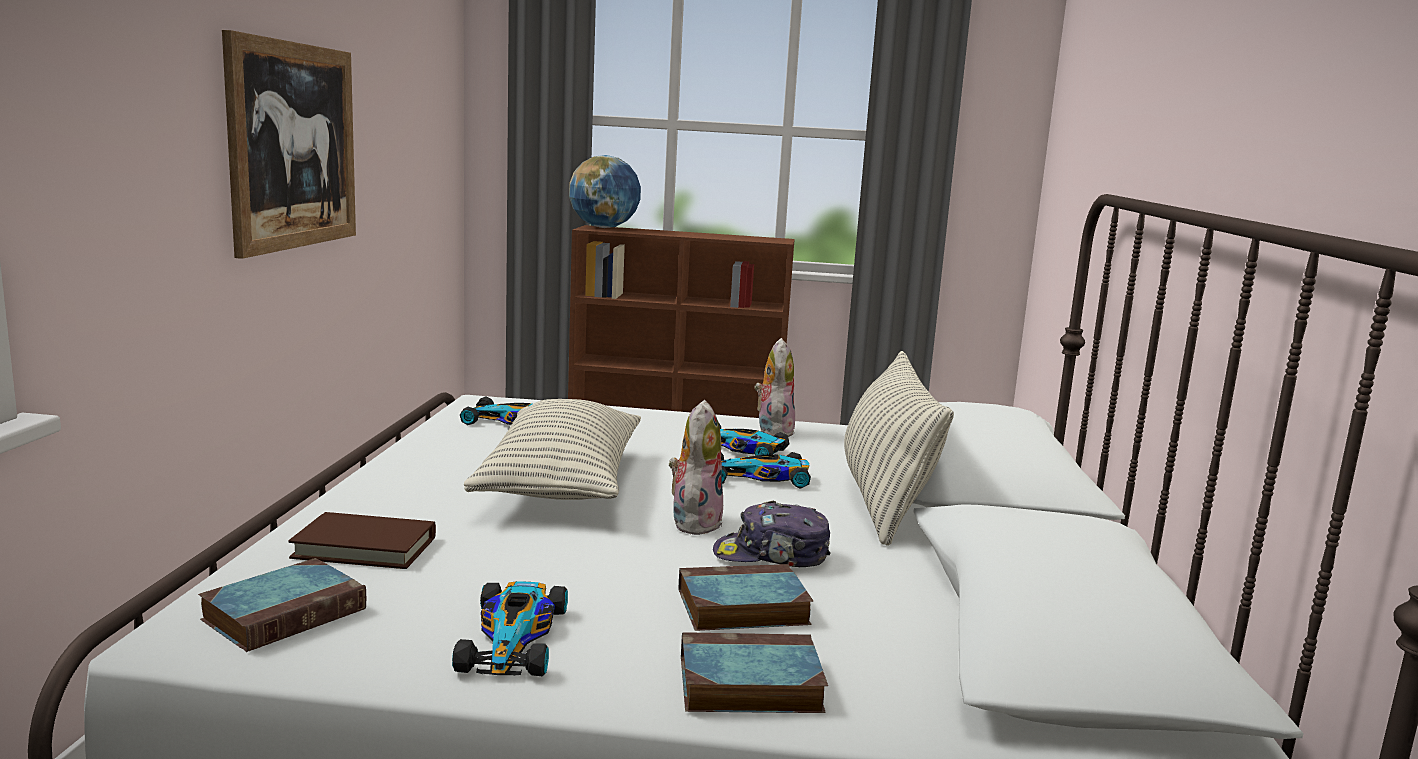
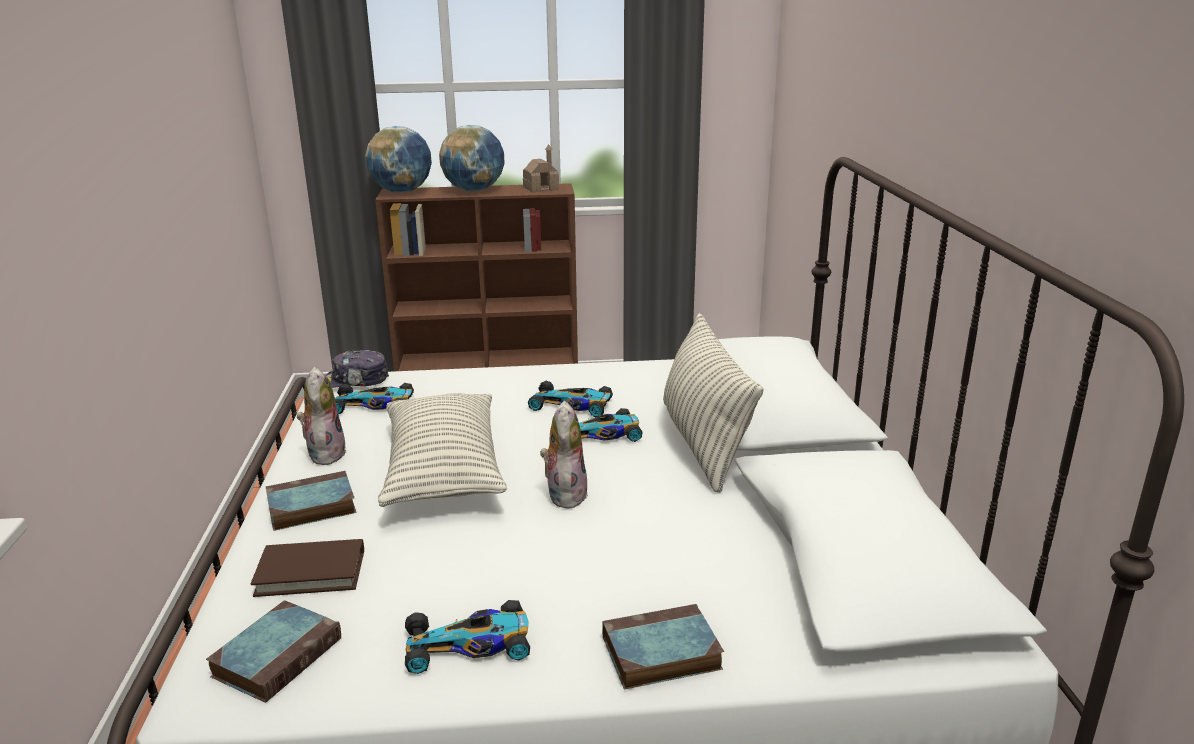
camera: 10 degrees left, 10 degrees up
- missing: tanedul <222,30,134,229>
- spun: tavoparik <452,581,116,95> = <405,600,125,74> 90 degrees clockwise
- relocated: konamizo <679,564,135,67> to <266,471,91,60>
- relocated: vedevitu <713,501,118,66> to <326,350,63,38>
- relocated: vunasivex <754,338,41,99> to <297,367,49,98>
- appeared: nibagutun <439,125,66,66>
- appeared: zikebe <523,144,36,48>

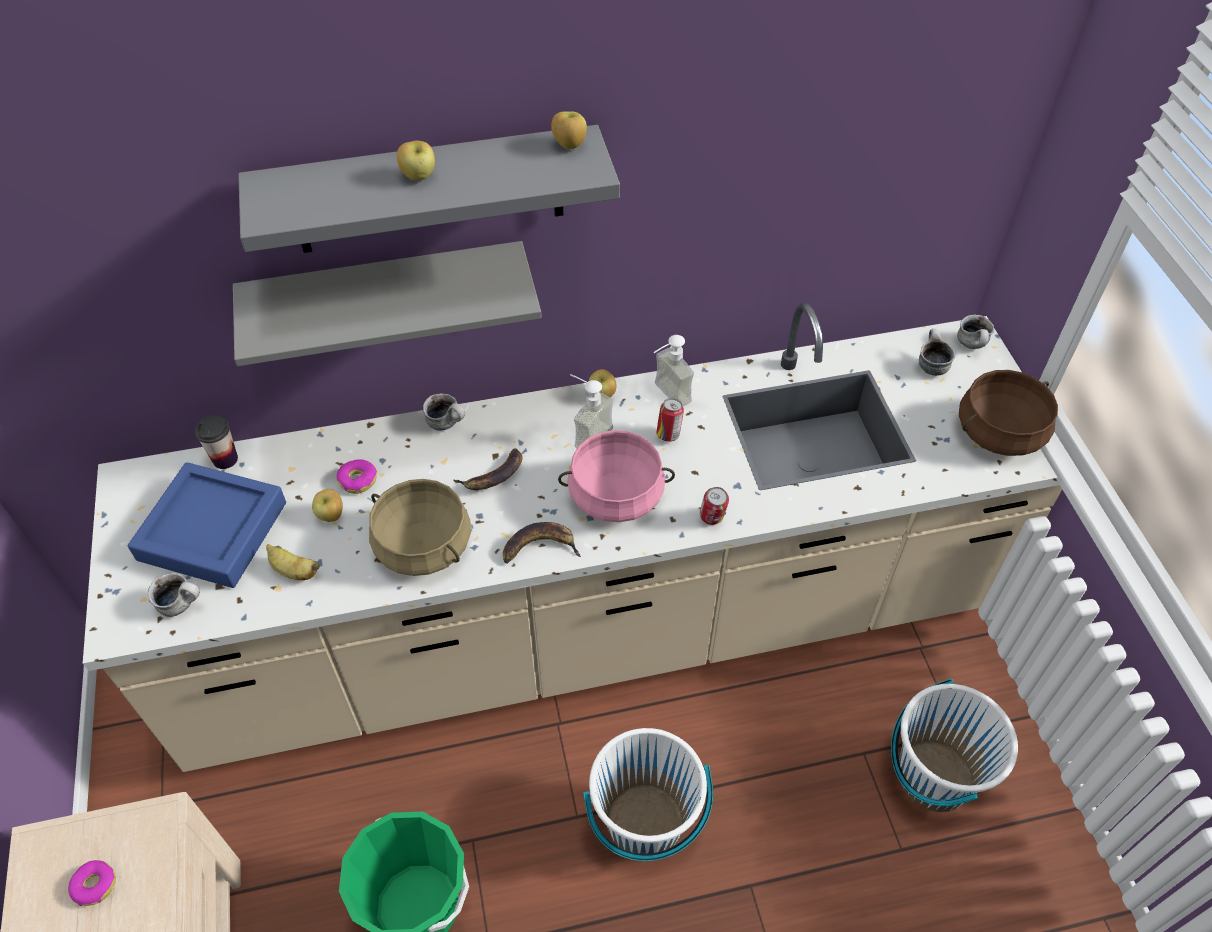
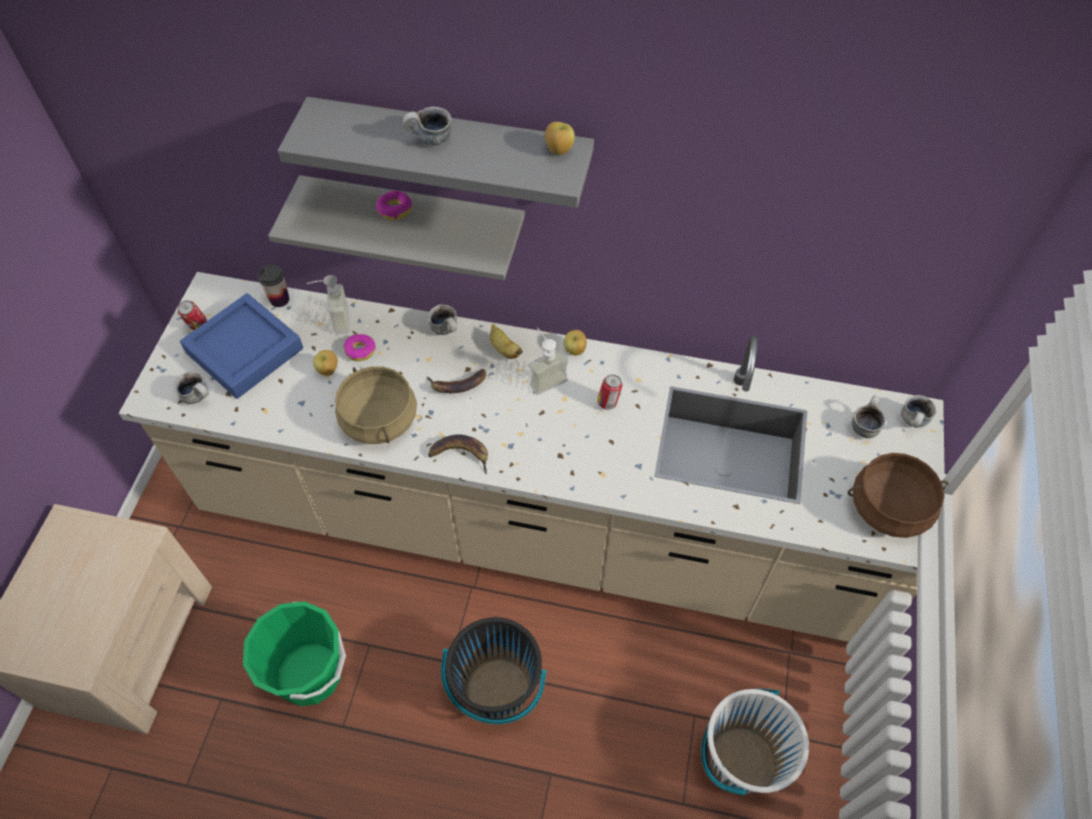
camera: 25 degrees right, 5 degrees up
- relocated: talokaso <68,860,48,46> to <376,191,36,29>
- relocated: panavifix <266,544,54,36> to <490,324,33,35>
- exchanged: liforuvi <397,140,38,41> to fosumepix <403,107,48,39>
- missing: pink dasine <558,430,117,92>
- colour: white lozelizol <583,728,130,133> to black lozelizol <441,617,106,107>
- relocated: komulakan <653,335,41,71> to <307,275,43,59>
- relocated: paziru <700,487,29,38> to <178,300,29,30>

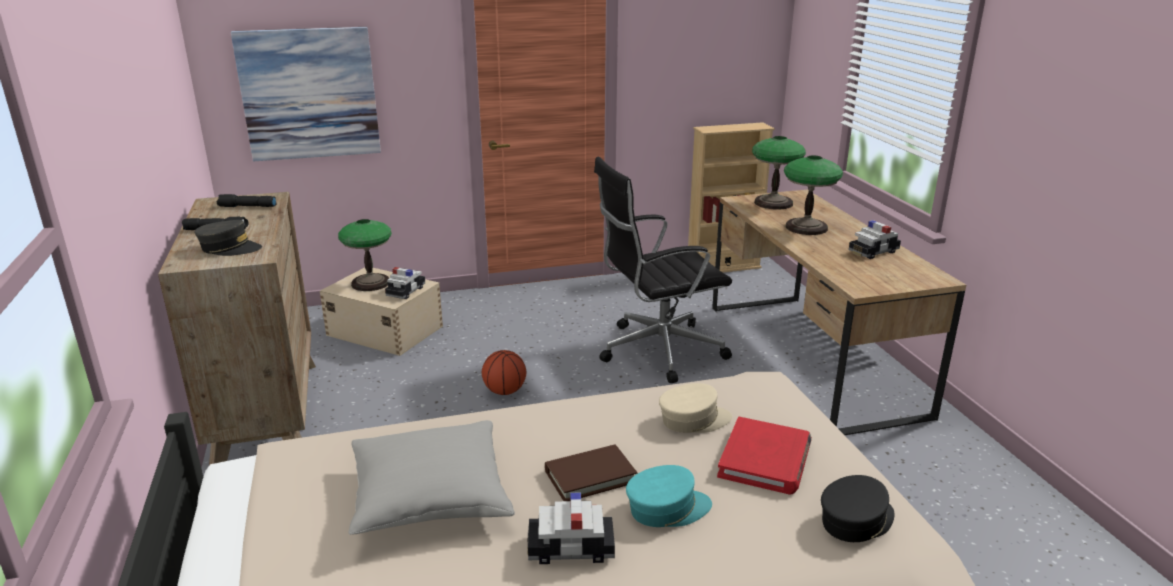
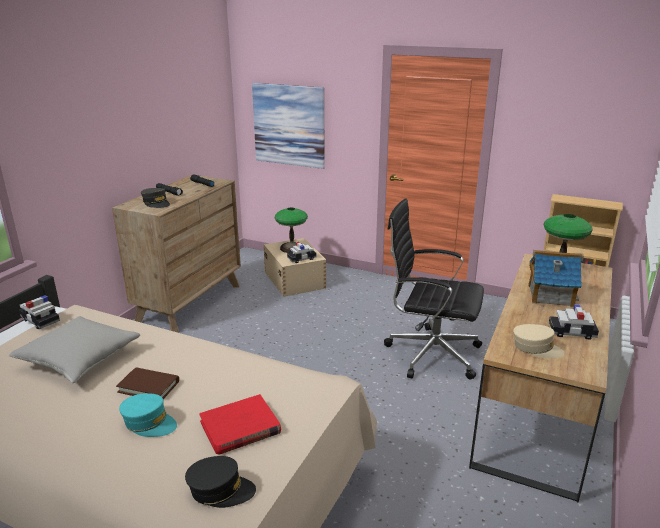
camera: 40 degrees right, 0 degrees up
- missing: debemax <482,350,44,45>
- relocated: tavoparik <527,492,88,72> to <19,295,41,35>
- relocated: beige vedevitu <659,383,73,50> to <513,324,51,34>
- exchanged: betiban <784,156,59,79> to zikebe <528,250,56,57>

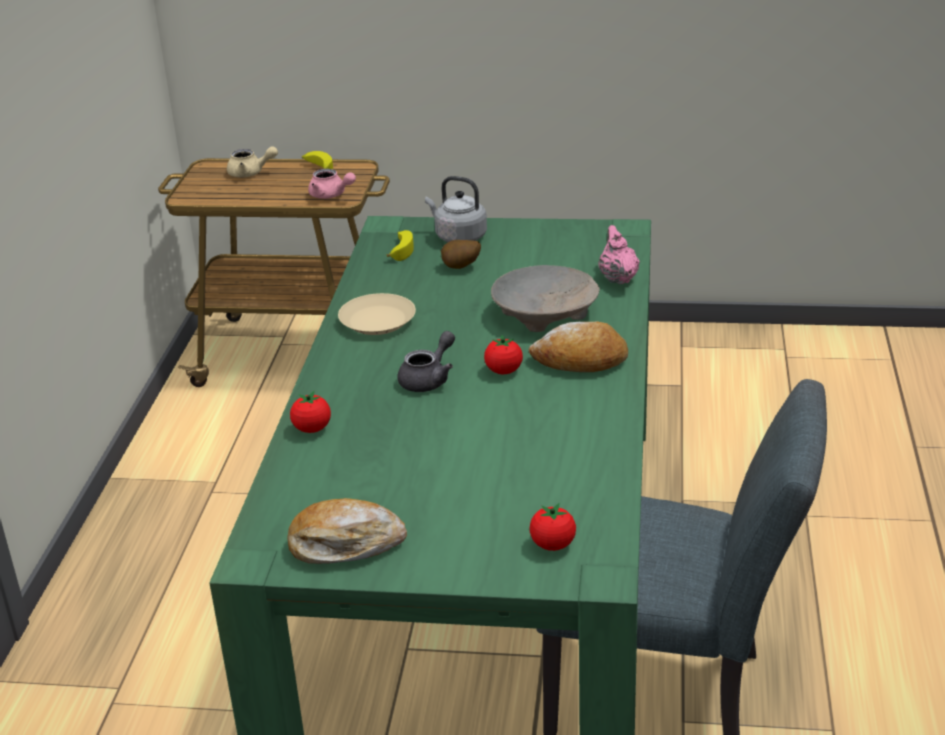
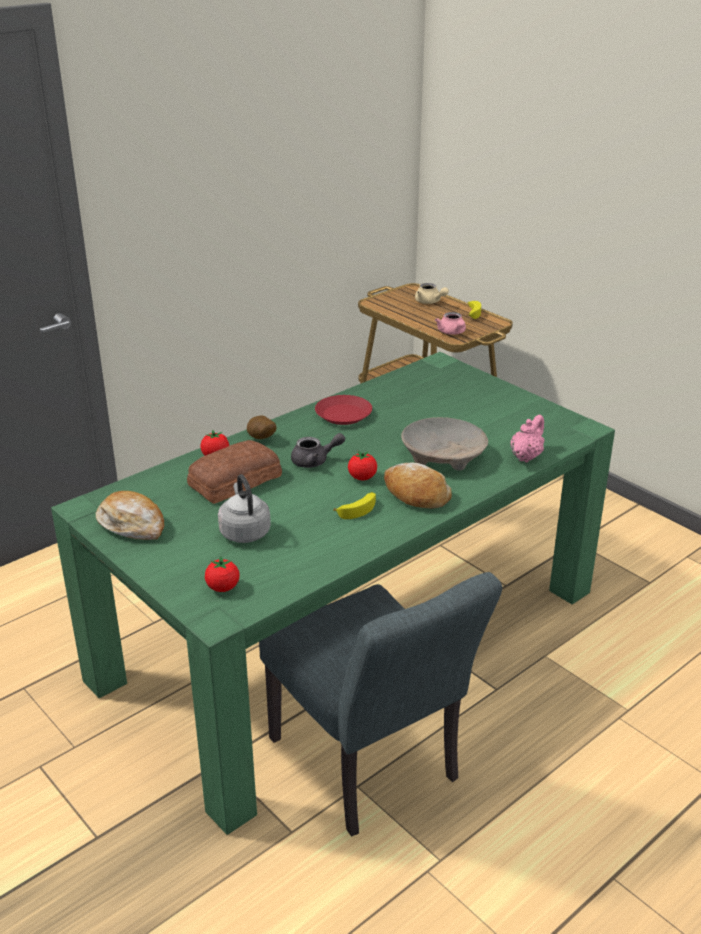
camera: 40 degrees right, 0 degrees up
- colour: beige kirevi <338,293,78,42> to red kirevi <315,395,57,30>
- relocated: panavifix <387,230,27,31> to <333,492,43,27>
- relocated: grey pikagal <425,176,62,66> to <218,474,53,69>
- relocated: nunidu <441,240,40,29> to <247,416,30,23>
- appeared: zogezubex <187,440,95,64>

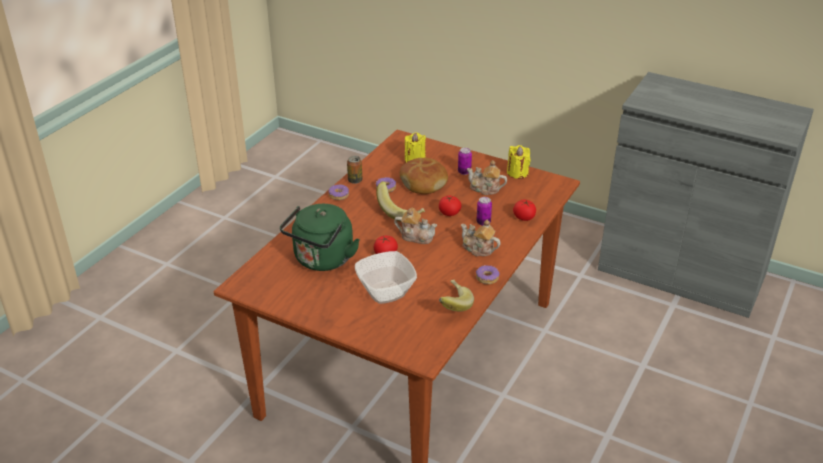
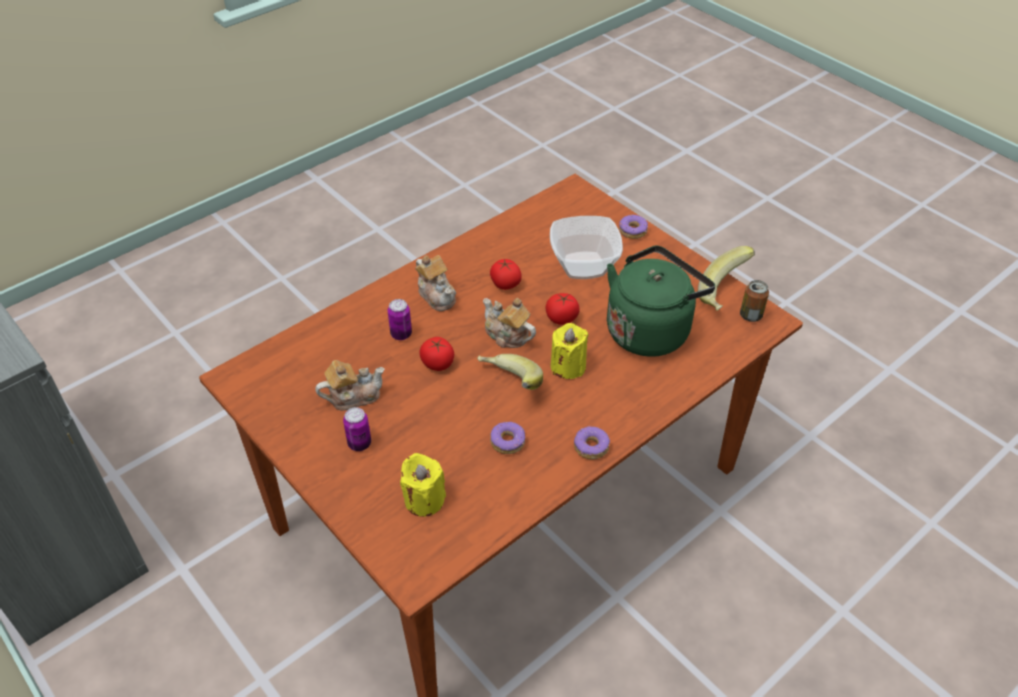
camera: 160 degrees left, 10 degrees up
- relocated: paziru <347,156,16,28> to <740,280,29,42>
- missing: zogezubex <400,158,48,36>
- relocated: panavifix <439,280,35,31> to <698,246,57,65>
- spun: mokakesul <467,160,40,35> = <315,360,70,50> 60 degrees counterclockwise
- relocated: talokaso <476,265,23,19> to <619,215,29,24>
- relocated: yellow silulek <507,145,24,34> to <551,323,38,56>
- relocated: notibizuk <513,199,23,22> to <490,259,32,31>

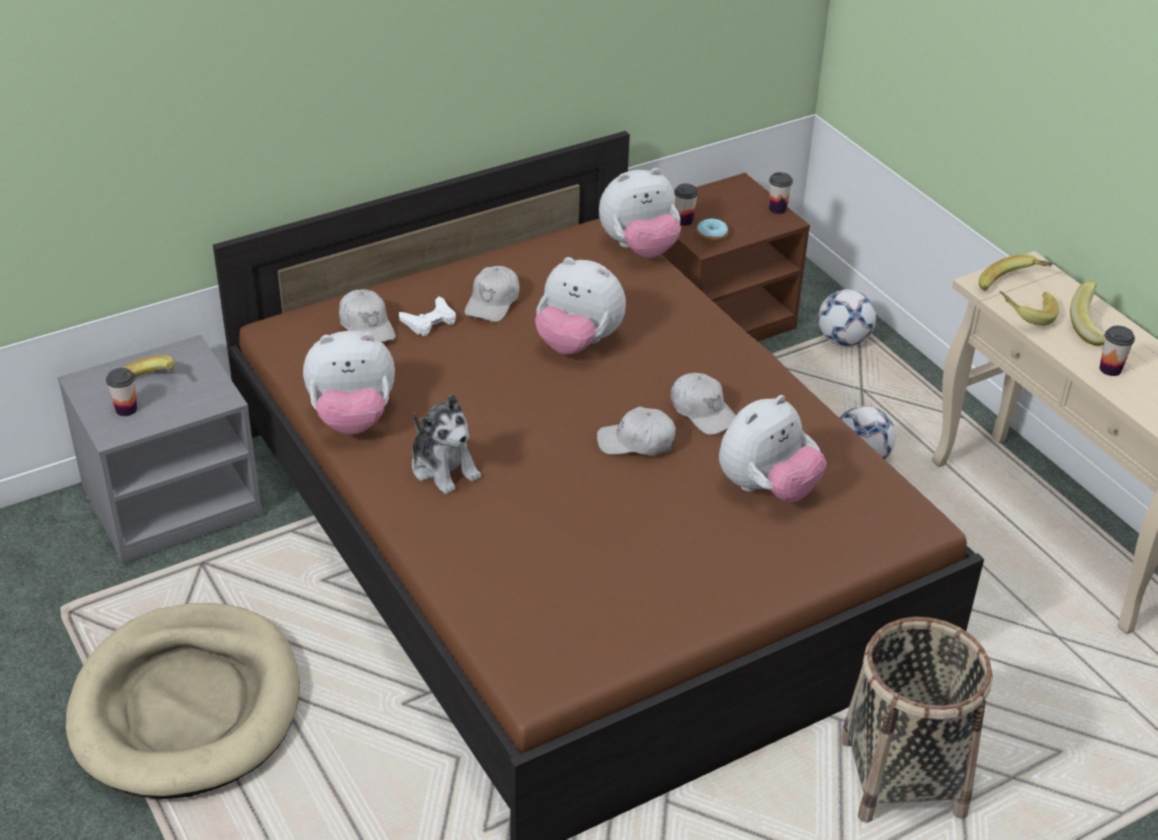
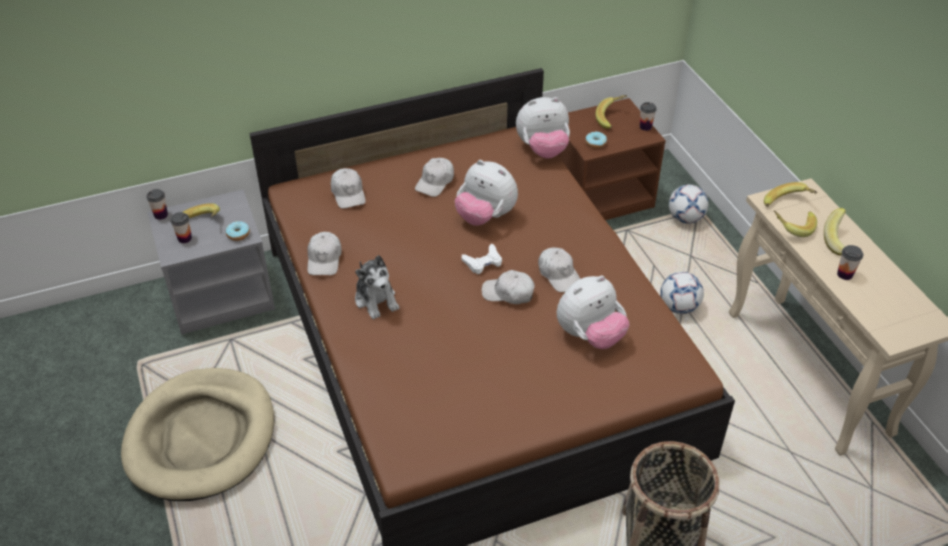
camera: 10 degrees right, 5 degrees up
- exchanged: vunasivex <303,331,92,104> to white vedevitu <307,232,35,43>
- relocated: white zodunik <399,296,57,40> to <462,243,40,31>
- relocated: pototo <674,184,24,42> to <146,189,22,31>
- appeared: talokaso <226,221,24,20>
- appeared: panavifix <596,95,31,34>

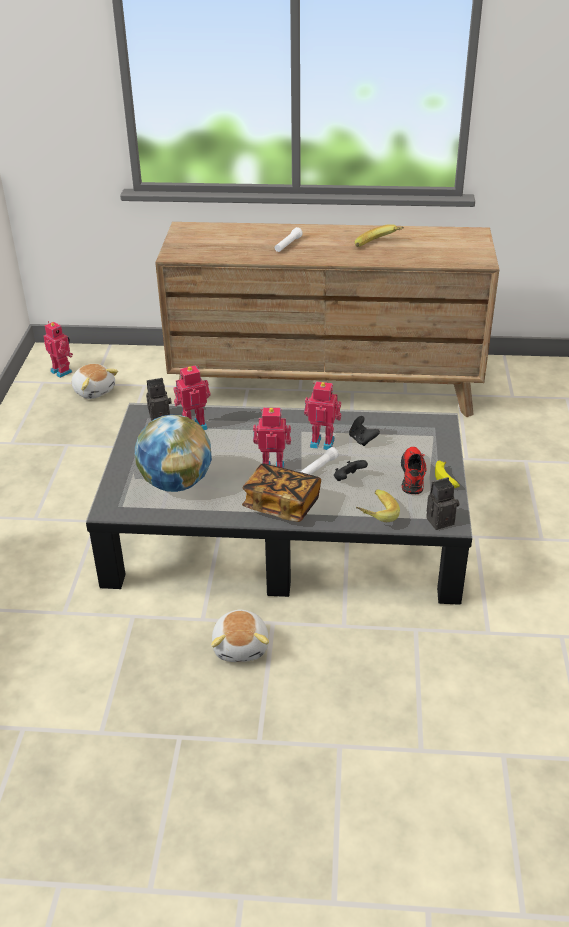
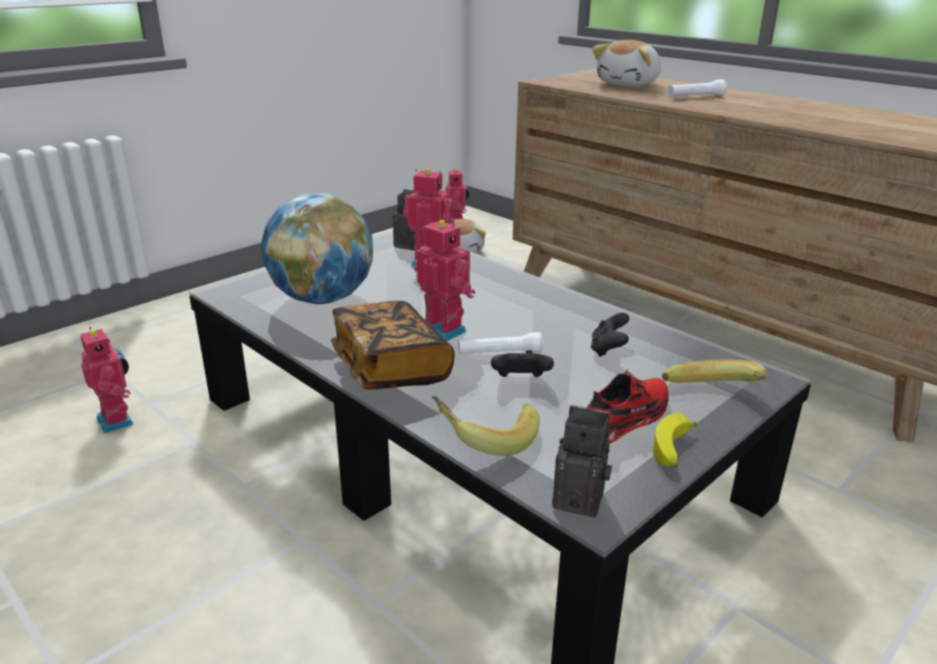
camera: 40 degrees right, 10 degrees down
- relocated: vunasivex <211,609,58,53> to <592,40,69,47>
- relocated: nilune <304,381,37,69> to <80,327,53,107>
- relocated: panavifix <355,224,49,23> to <662,359,105,24>

